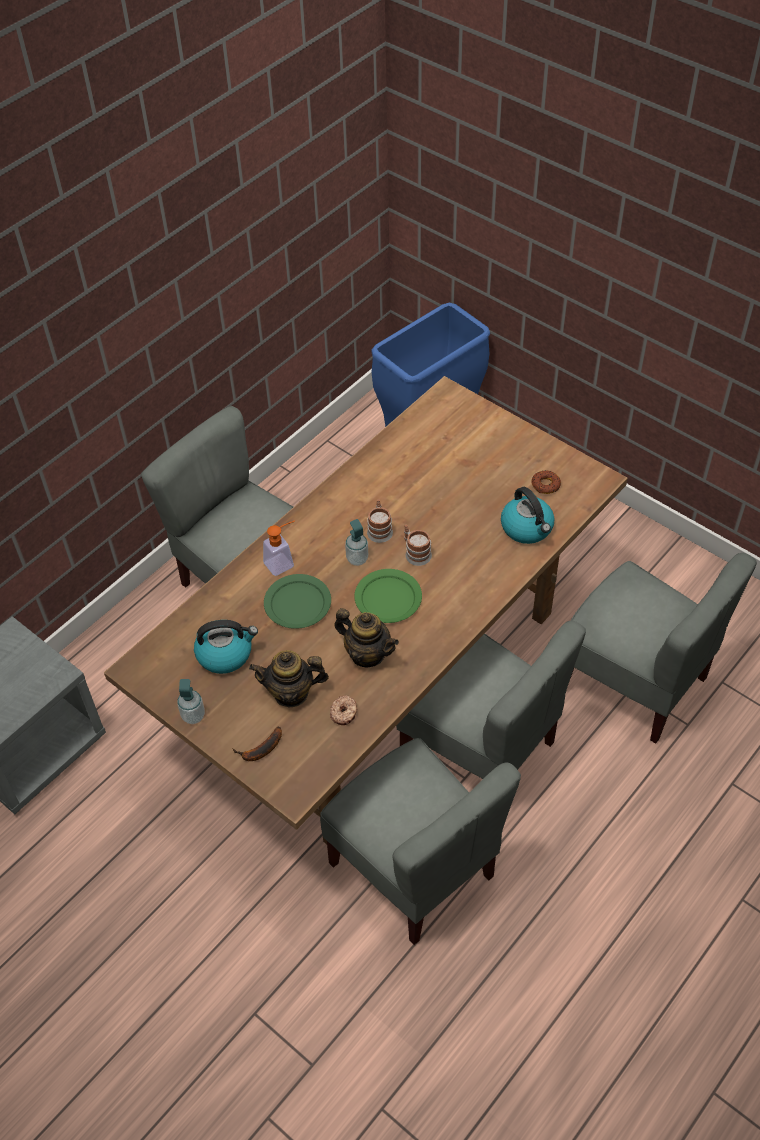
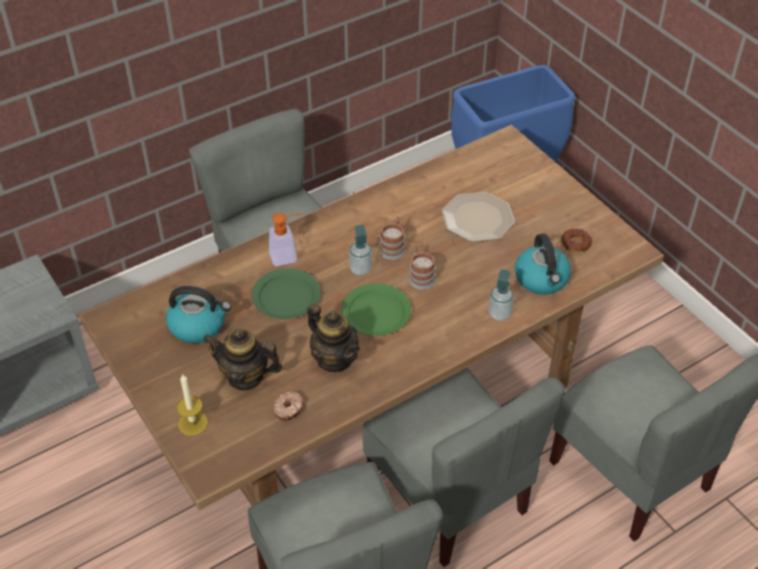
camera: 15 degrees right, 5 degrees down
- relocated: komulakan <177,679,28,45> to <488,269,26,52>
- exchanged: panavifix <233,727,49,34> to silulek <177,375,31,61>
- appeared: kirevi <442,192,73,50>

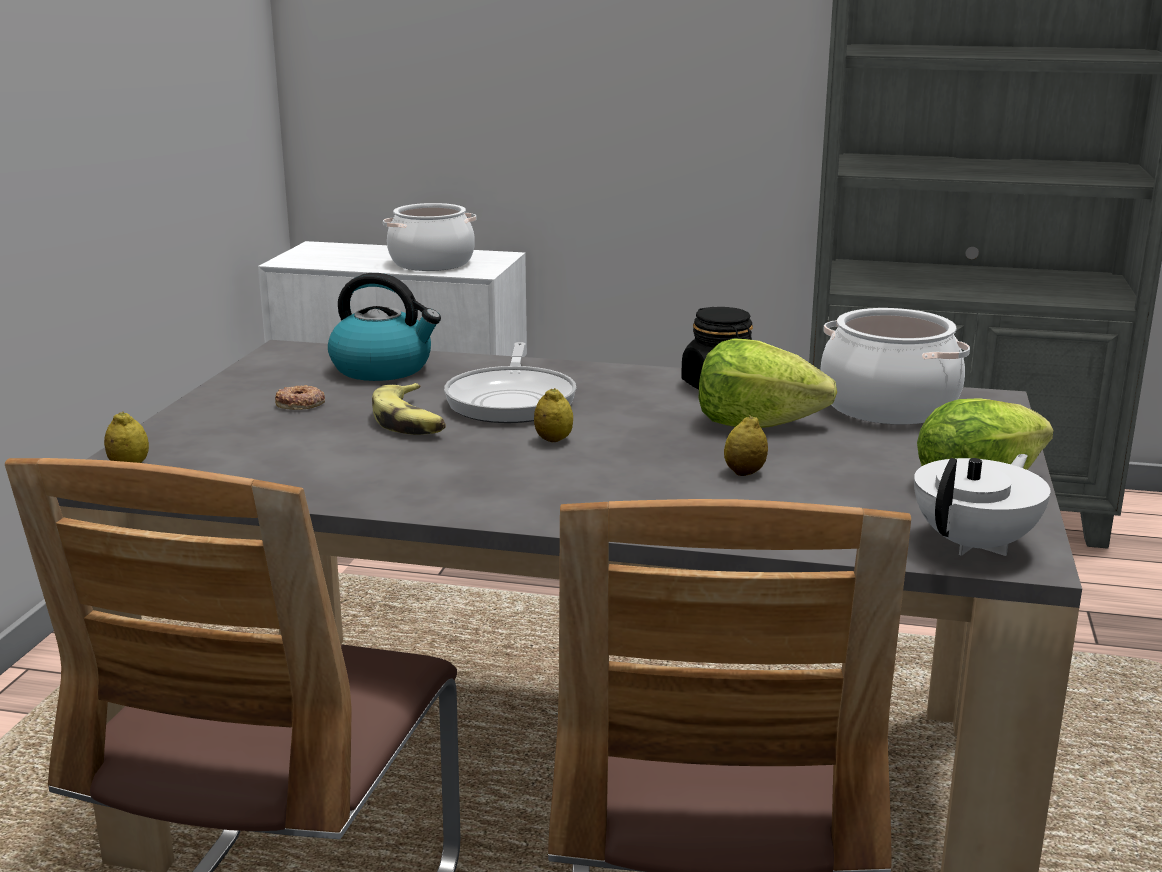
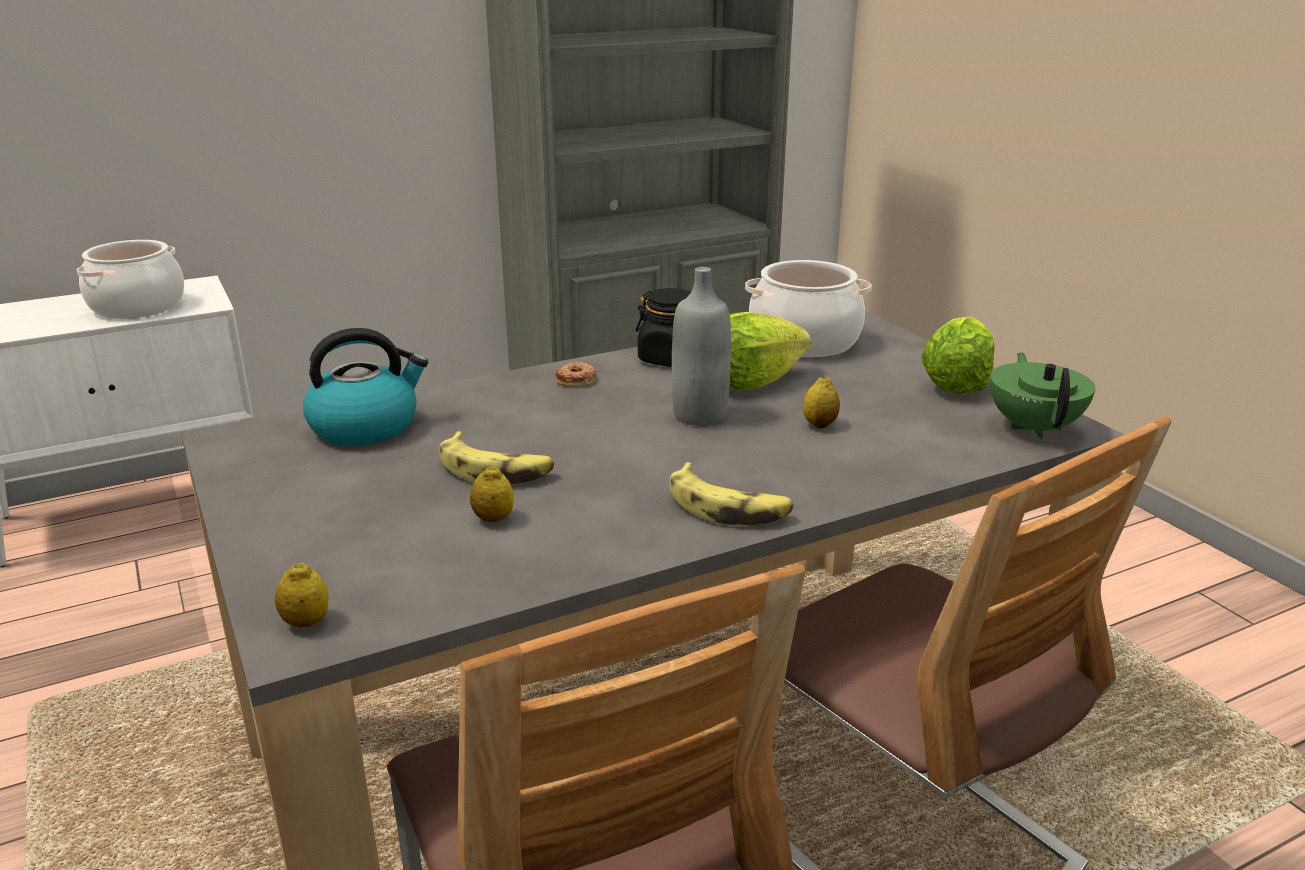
camera: 40 degrees left, 5 degrees up
- relocated: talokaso <275,385,50,25> to <556,362,41,25>
- missing: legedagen <444,342,132,81>
- relocated: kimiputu <534,388,39,54> to <470,466,44,56>
- colour: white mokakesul <914,454,136,102> to green mokakesul <990,352,106,87>
- appeared: panavifix <669,462,125,64>
- appeared: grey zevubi <672,267,59,159>

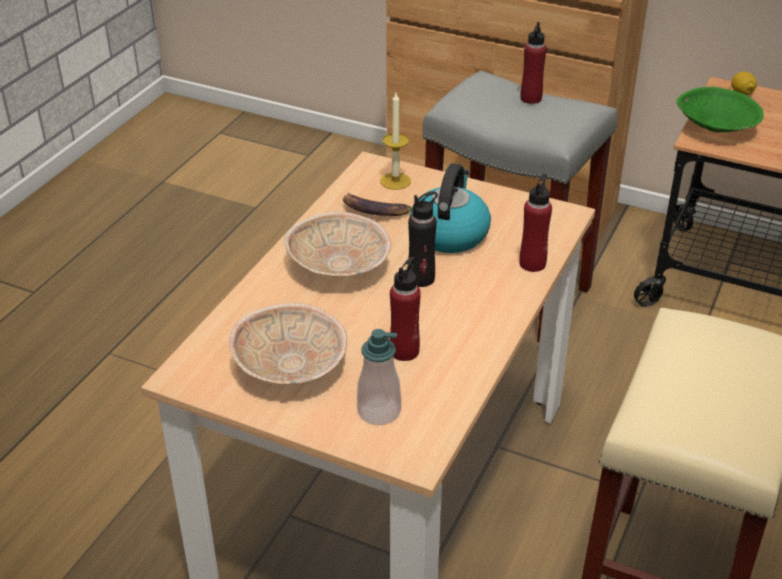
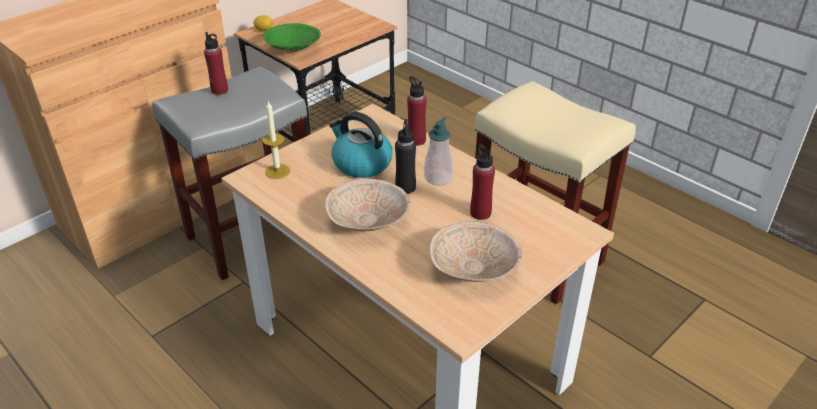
camera: 70 degrees left, 0 degrees up
- missing: panavifix <343,193,69,23>
- relocated: komulakan <357,329,44,96> to <424,117,29,69>

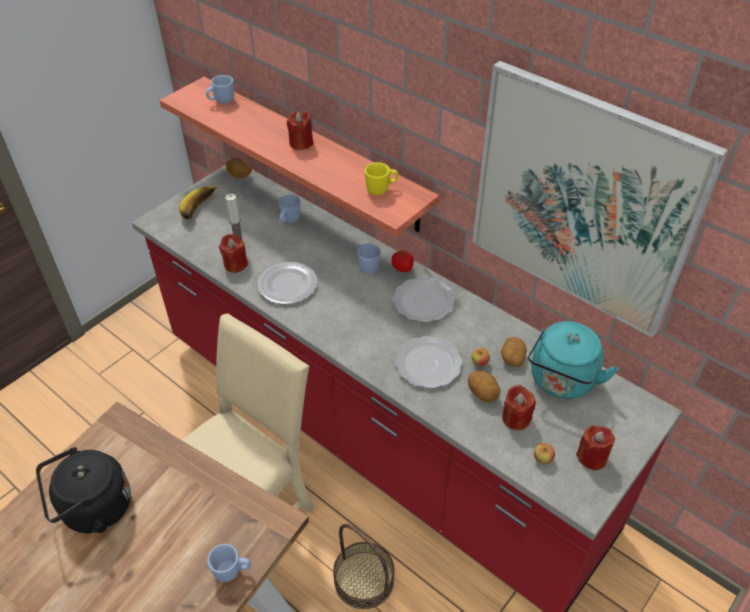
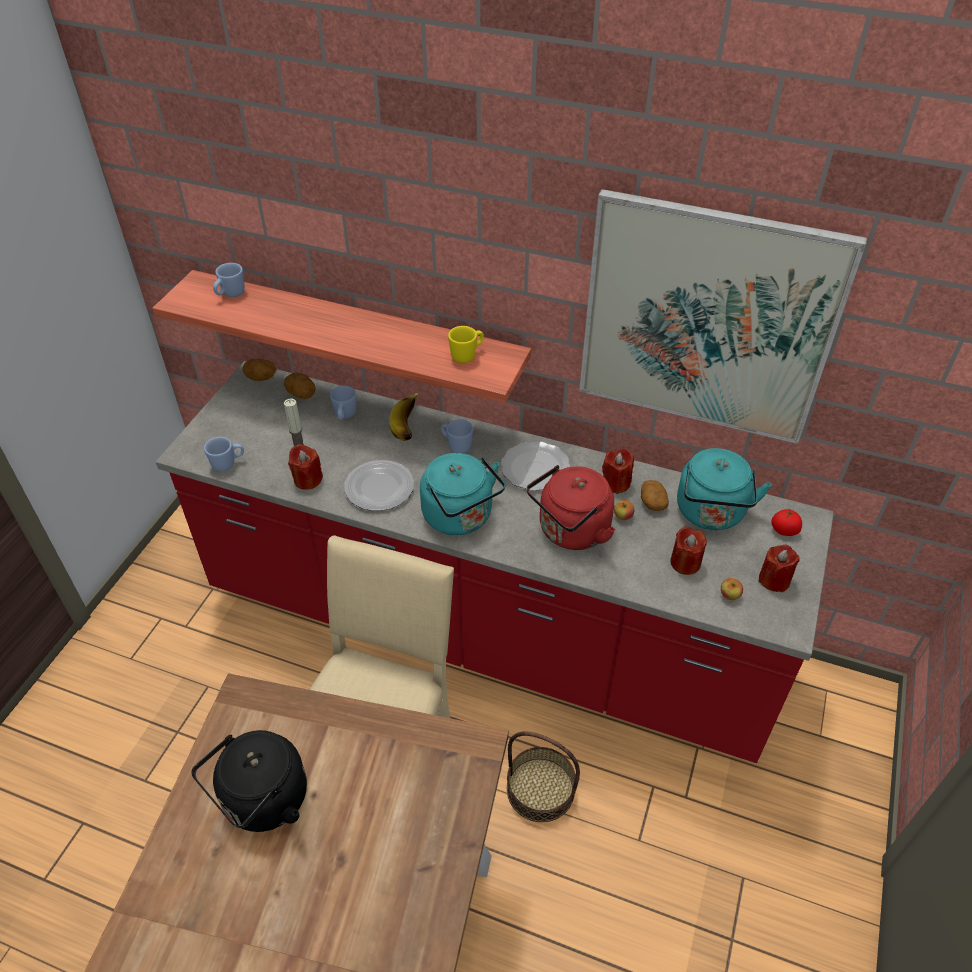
camera: 20 degrees left, 0 degrees up
- relocated: panavifix <179,185,40,35> to <389,393,30,48>
- relocated: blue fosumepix <207,544,44,38> to <204,437,40,35>
- relocated: red silulek <287,111,26,39> to <602,448,32,46>
- relocated: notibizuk <391,250,23,22> to <771,509,31,27>
- exchanged: kirevi <395,336,67,53> to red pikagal <527,465,89,85>
- relocated: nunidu <468,371,32,32> to <284,373,31,26>
- appeared: turquoise pikagal <420,453,85,82>

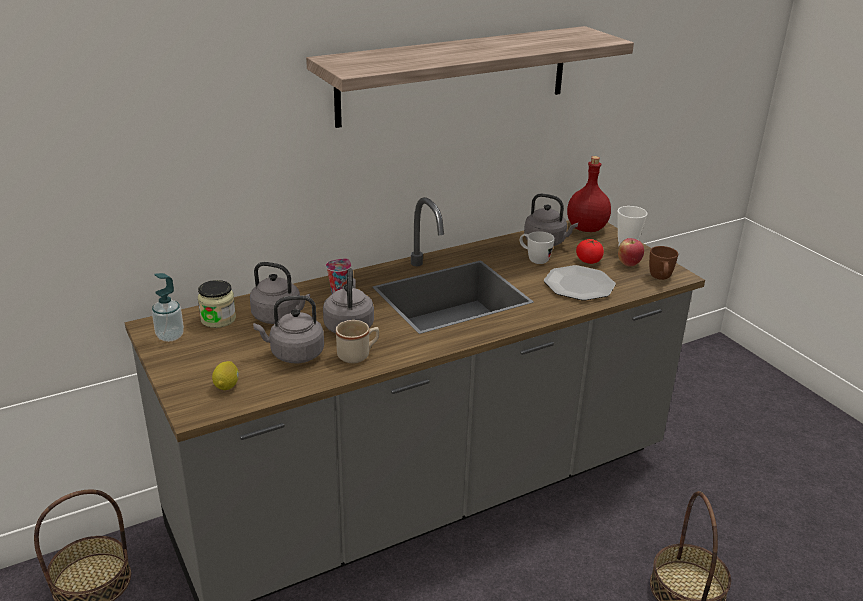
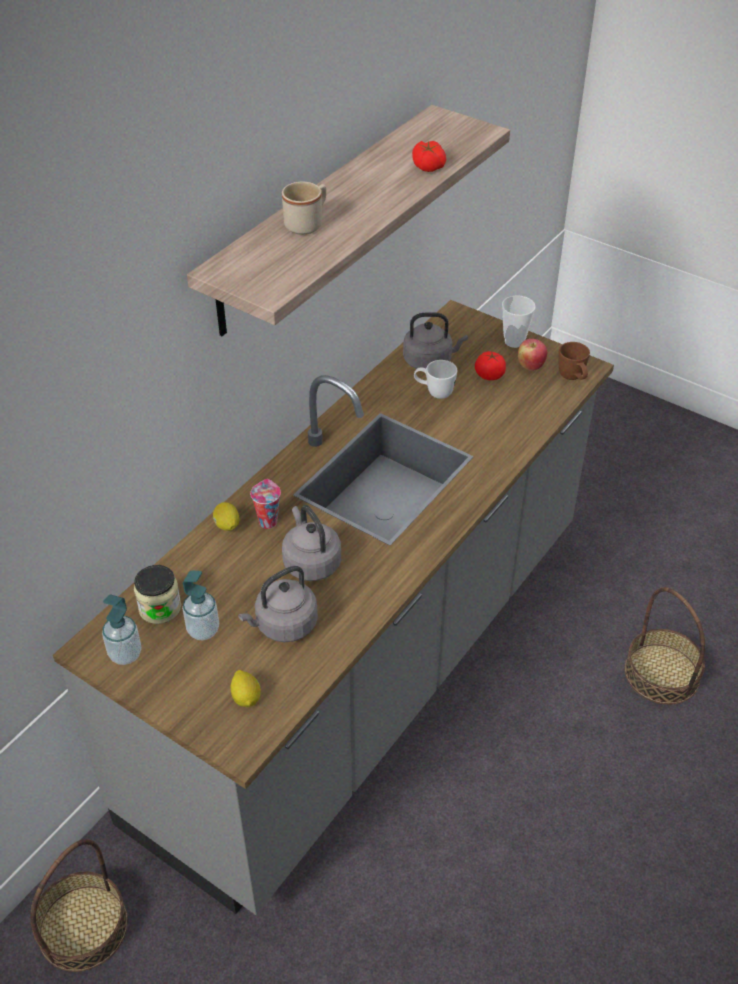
camera: 25 degrees left, 15 degrees up
- missing: grey pikagal <250,262,60,62>
- relocated: beige fosumepix <336,320,43,43> to <282,182,44,53>
- missing: kirevi <544,265,72,35>
- missing: red zevubi <567,156,44,76>
- appeared: komulakan <182,571,37,69>
- appeared: kimiputu <213,502,27,29>
- appeared: notibizuk <412,141,34,31>

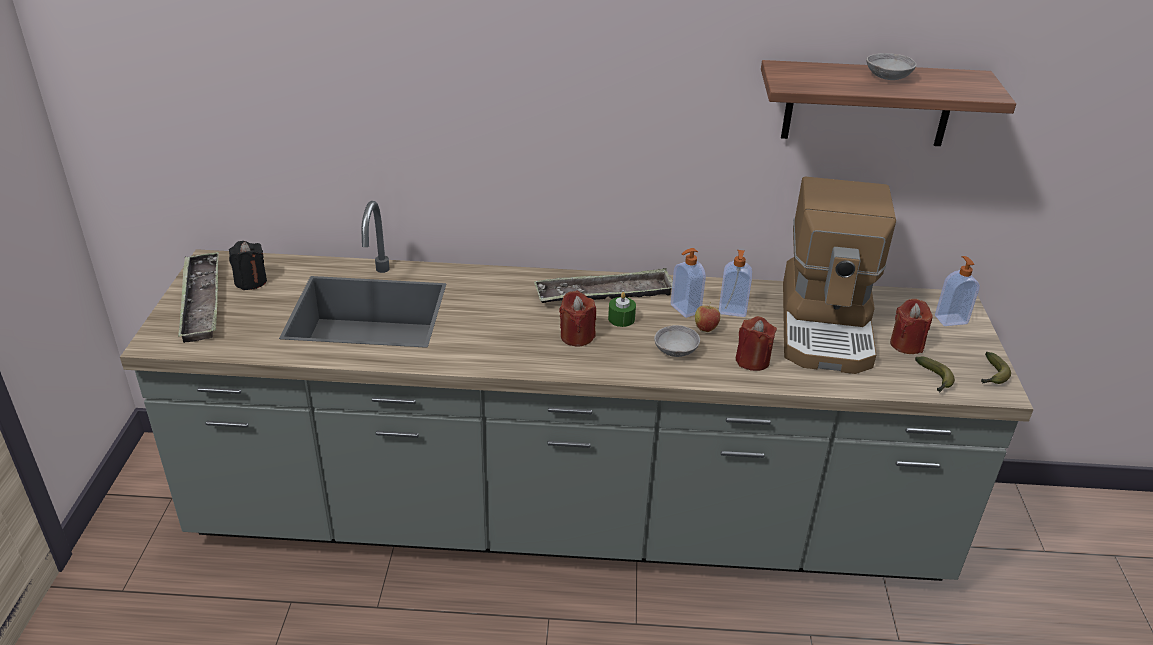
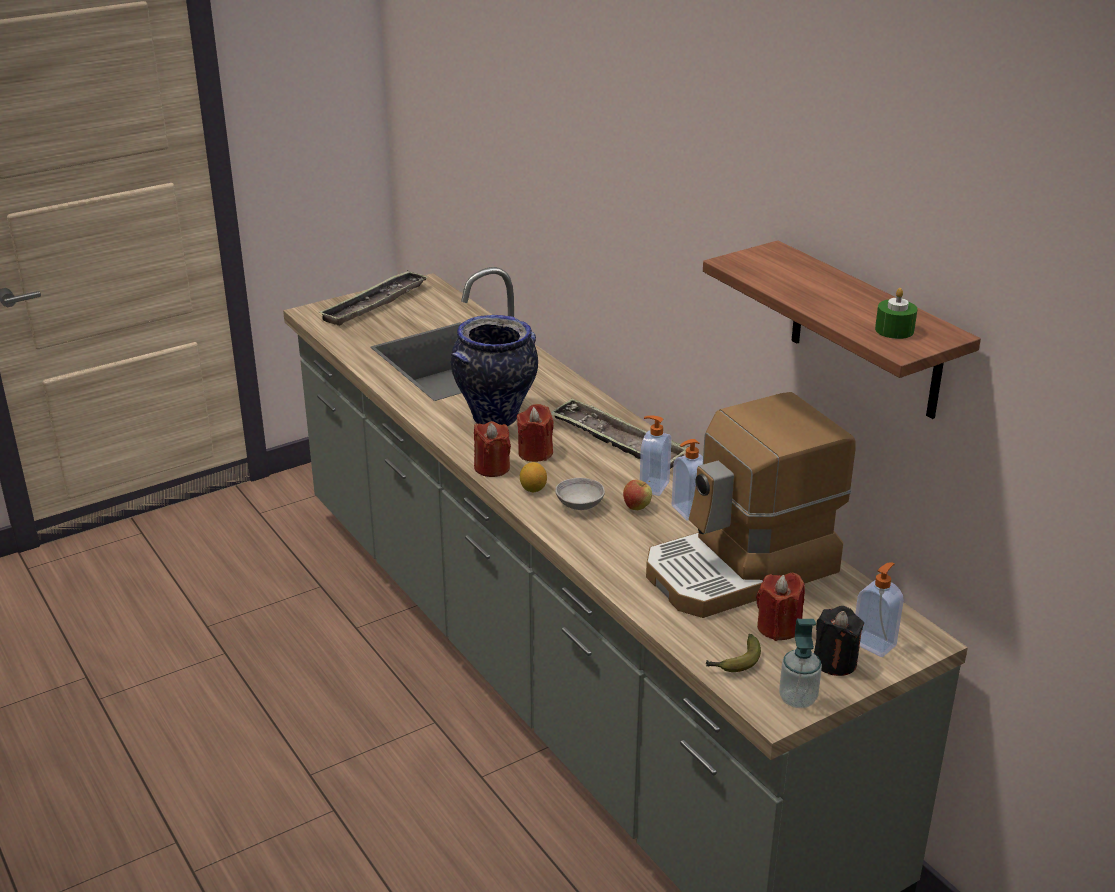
camera: 55 degrees right, 5 degrees down
- relocated: black silulek <229,241,38,49> to <814,606,50,70>
- relocated: green silulek <608,292,28,35> to <875,288,42,51>
- relocated: red silulek <735,316,42,55> to <474,421,37,56>
- missing: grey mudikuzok <866,53,51,27>
- exchanged: panavifix <981,352,30,32> to komulakan <779,619,43,89>
- appeared: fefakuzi <451,315,87,111>
- appeared: kimiputu <520,462,27,30>

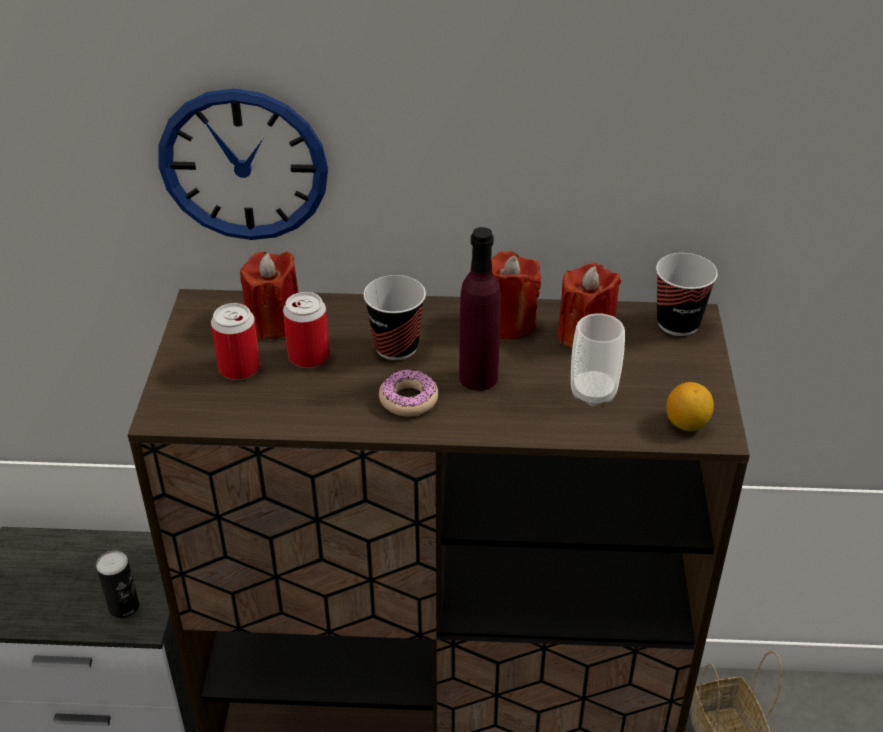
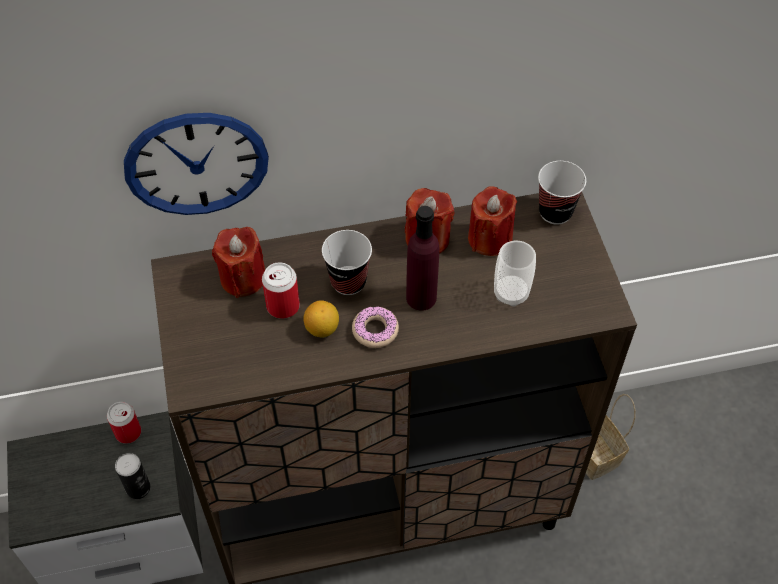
camera: 15 degrees left, 15 degrees up
- relocated: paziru <211,303,49,77> to <107,402,34,42>
- relocated: kimiputu <666,382,48,49> to <303,300,36,38>

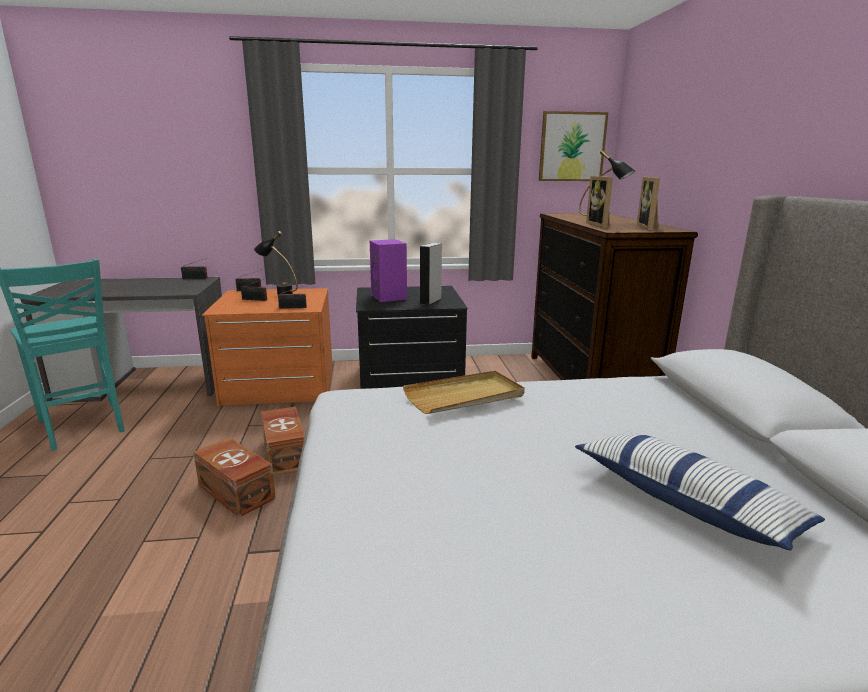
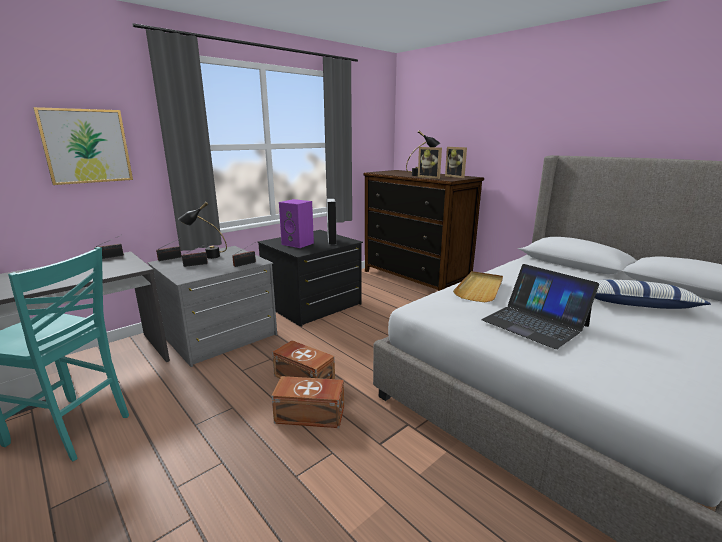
camera: 35 degrees left, 0 degrees up
- colour: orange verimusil <202,288,131,119> to grey verimusil <147,246,130,121>
- relocated: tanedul <539,111,70,70> to <33,107,100,78>
- appeared: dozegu <481,264,118,85>

